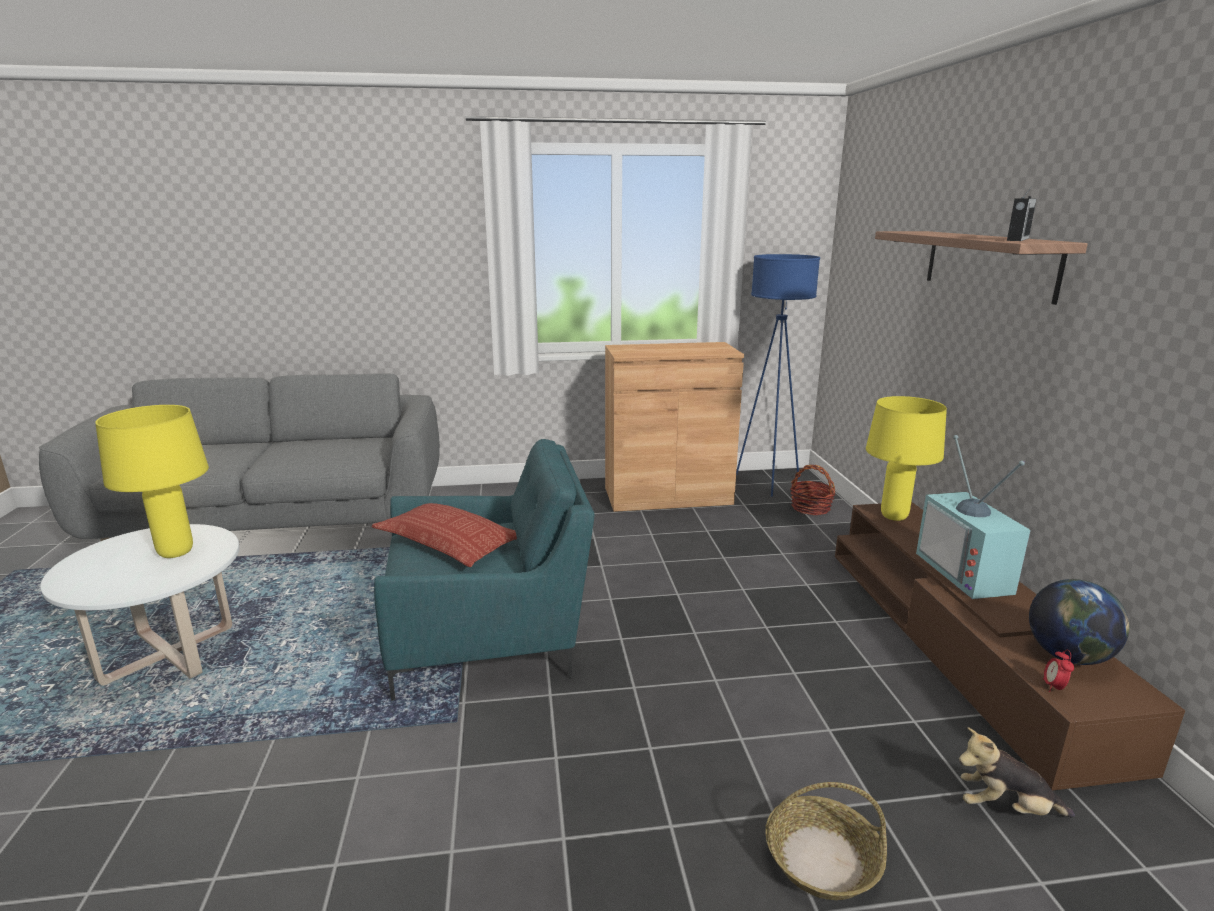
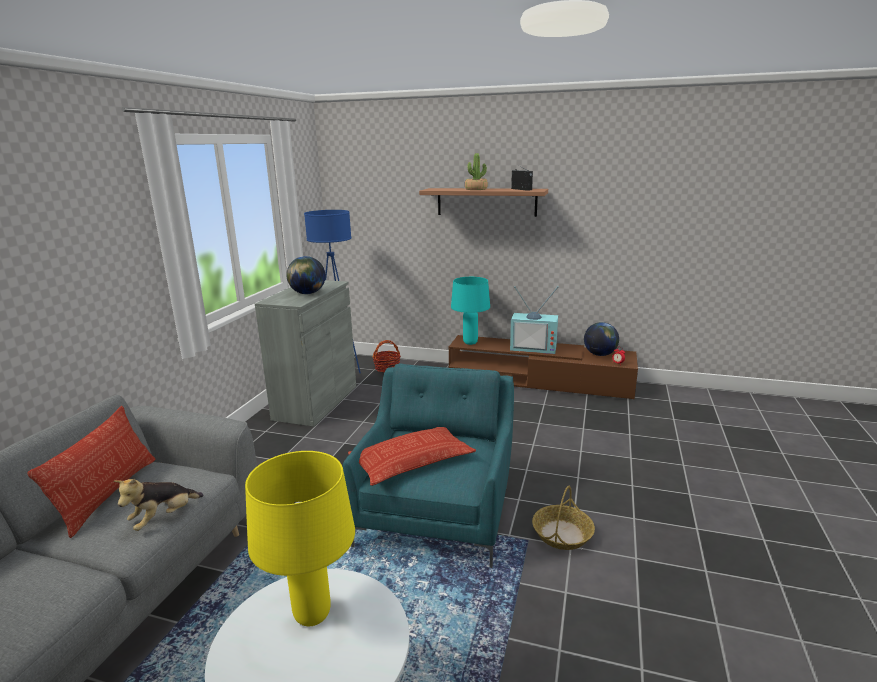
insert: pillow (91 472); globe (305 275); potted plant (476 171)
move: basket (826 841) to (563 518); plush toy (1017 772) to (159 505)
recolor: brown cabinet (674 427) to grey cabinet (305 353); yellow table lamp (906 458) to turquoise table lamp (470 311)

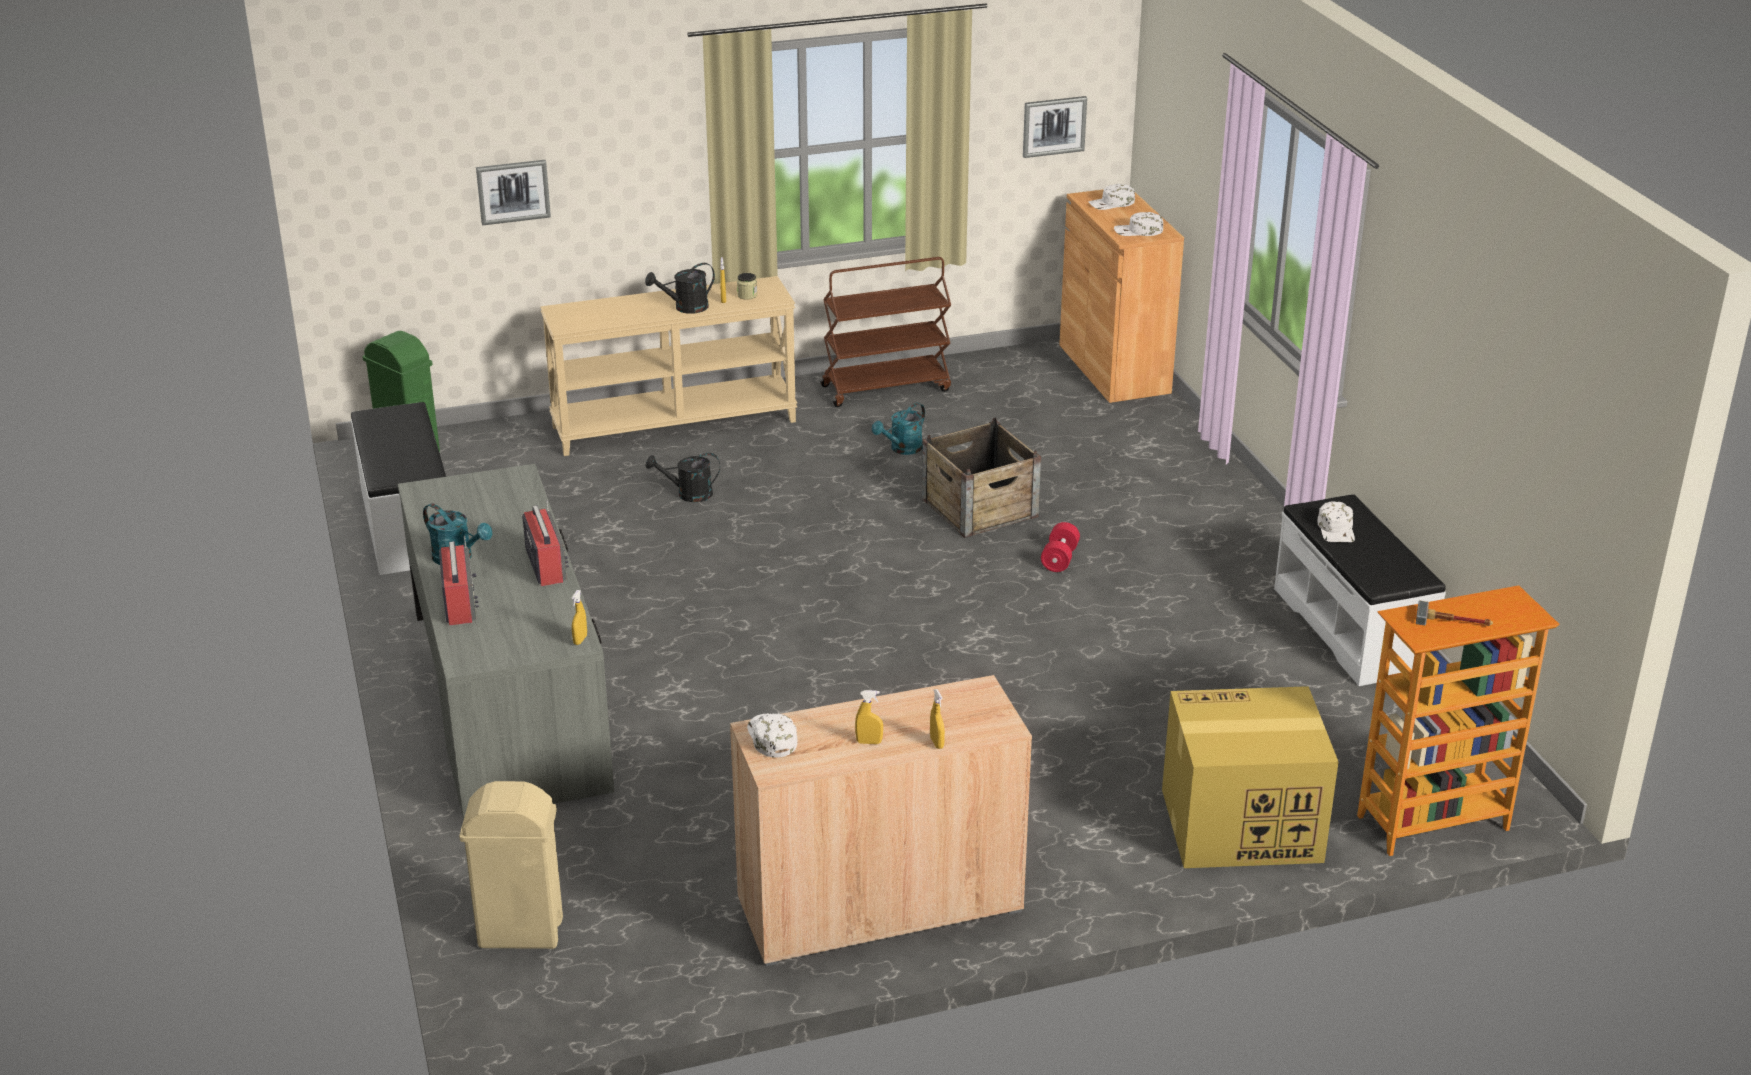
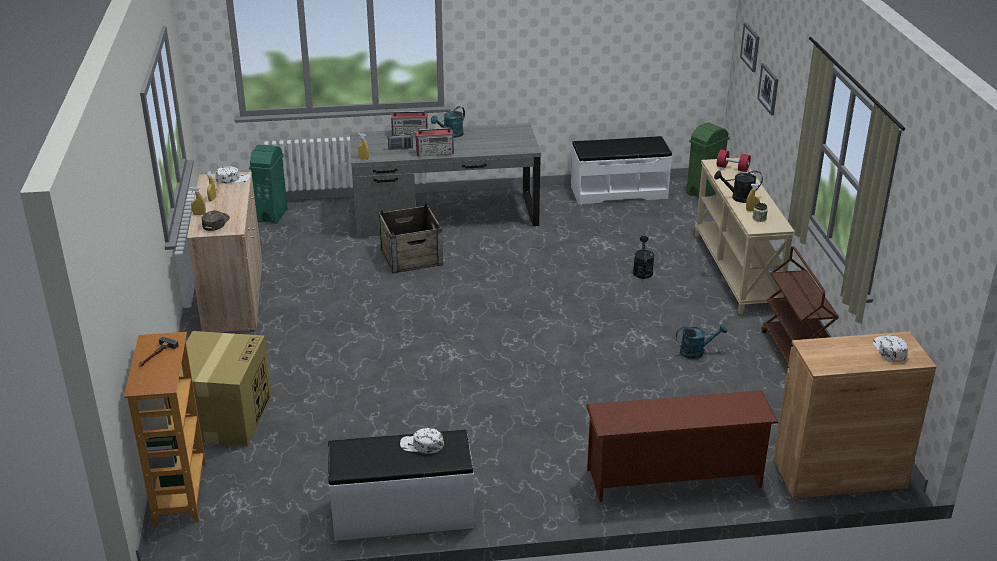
delete: white cap (1138 224)
insert: green cap (216 220); radio (400 141); brown shoe rack (682 446)
move: crate (981 478) to (410 238); picture (1055 127) to (750 47); red dumbbell (1060 547) to (734 161)
recolor: beige trash can (511 865) to green trash can (268 184)
rotate: black watering can (680 288) = (738 187) 75 degrees counterclockwise; turquoise watering can (898 429) = (701 341) 120 degrees clockwise

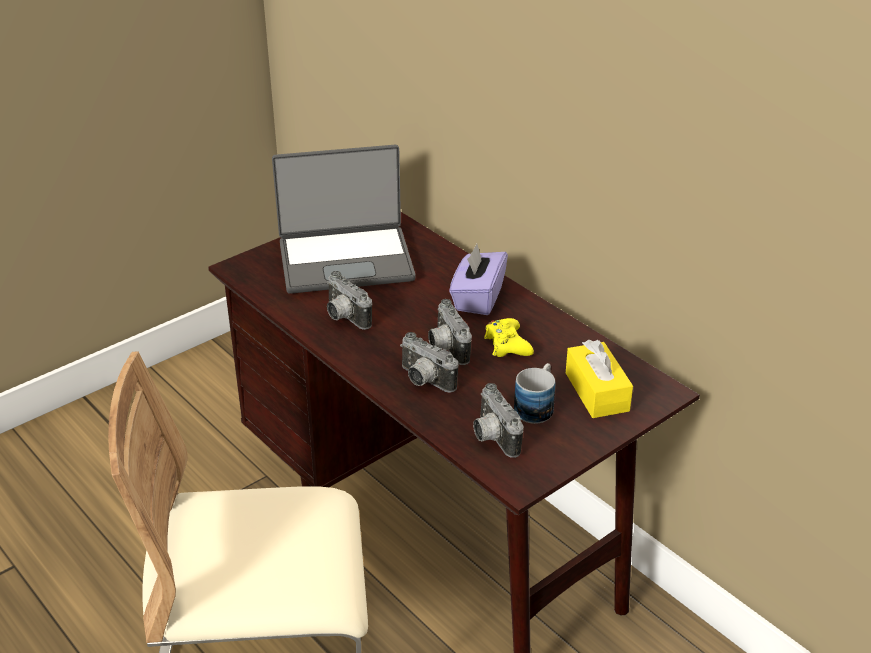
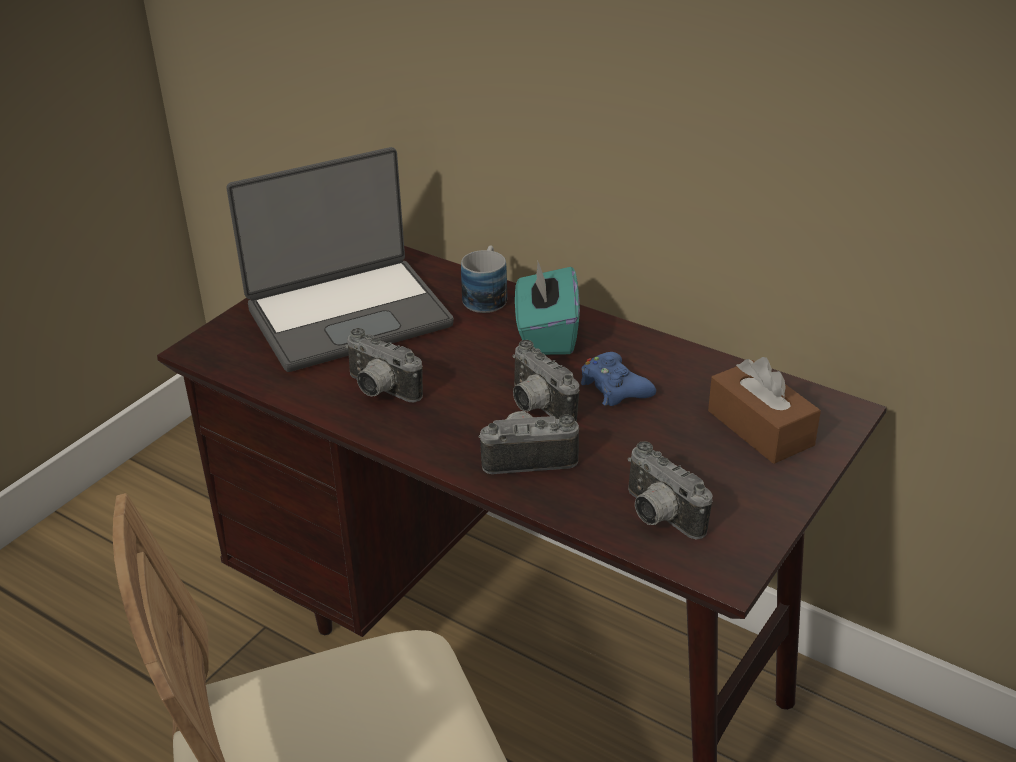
move: mug (534 393) to (484 279)
recolor: purple tissue box (478 279) to turquoise tissue box (547 308); yellow game controller (509 337) to blue game controller (618 379); yellow tissue box (599 379) to brown tissue box (764 410)
rotate: photo camera (429 362) = (529 442) 150 degrees clockwise

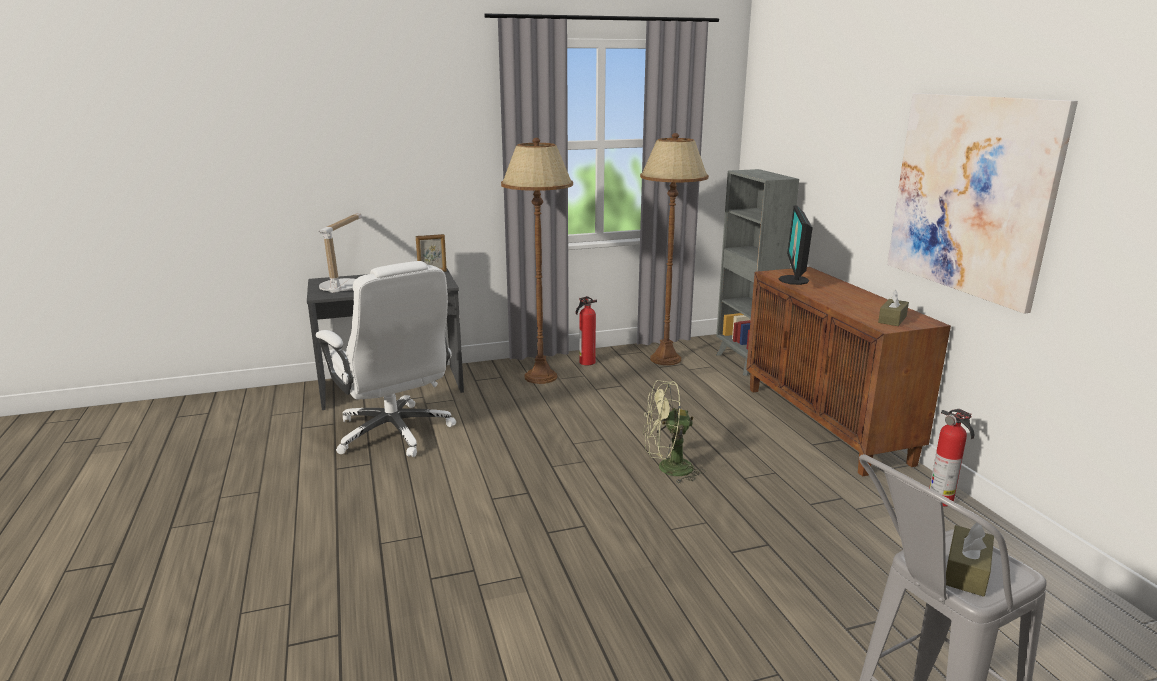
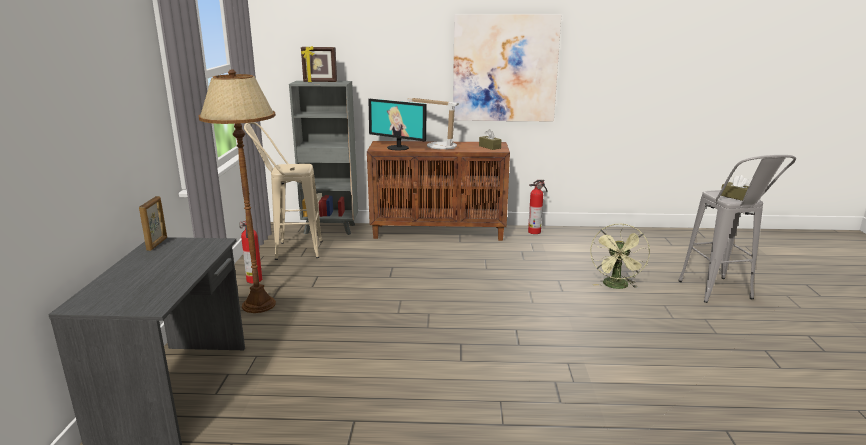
delete: white office chair (386 359)
insert: picture frame (319 64)
move: table lamp (340 253) to (433 123); green fan (674 432) to (620 256)
replace: brown floor lamp (674 249) to beige stool (283 191)

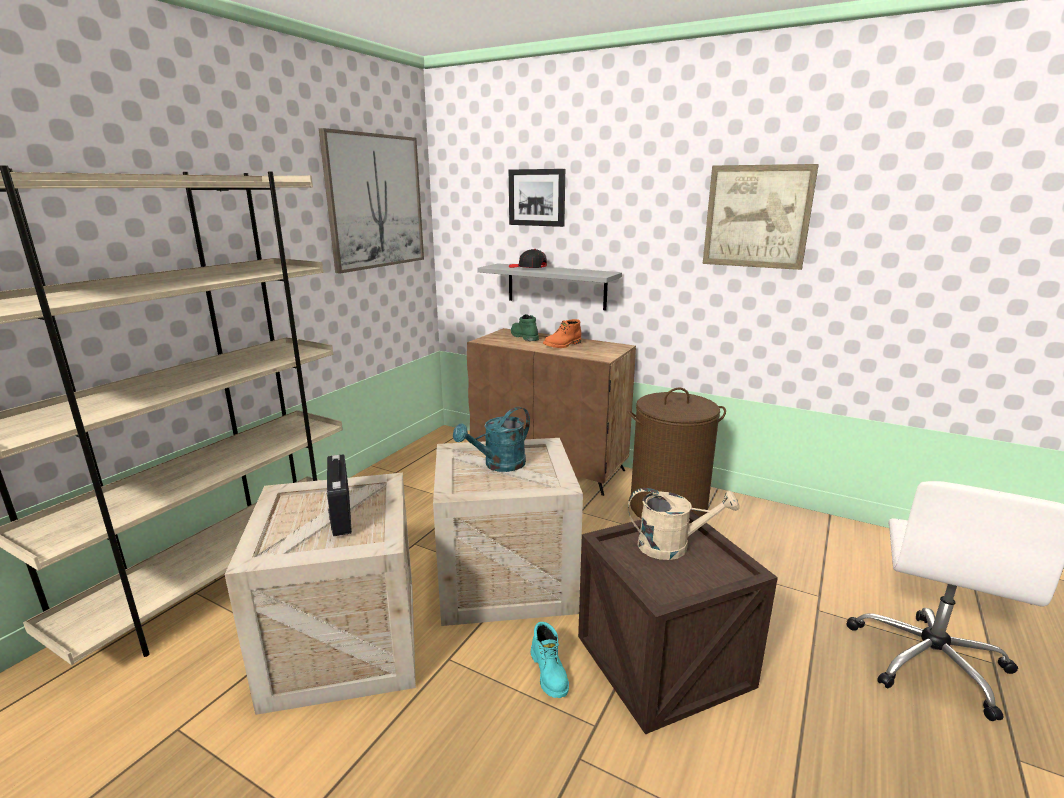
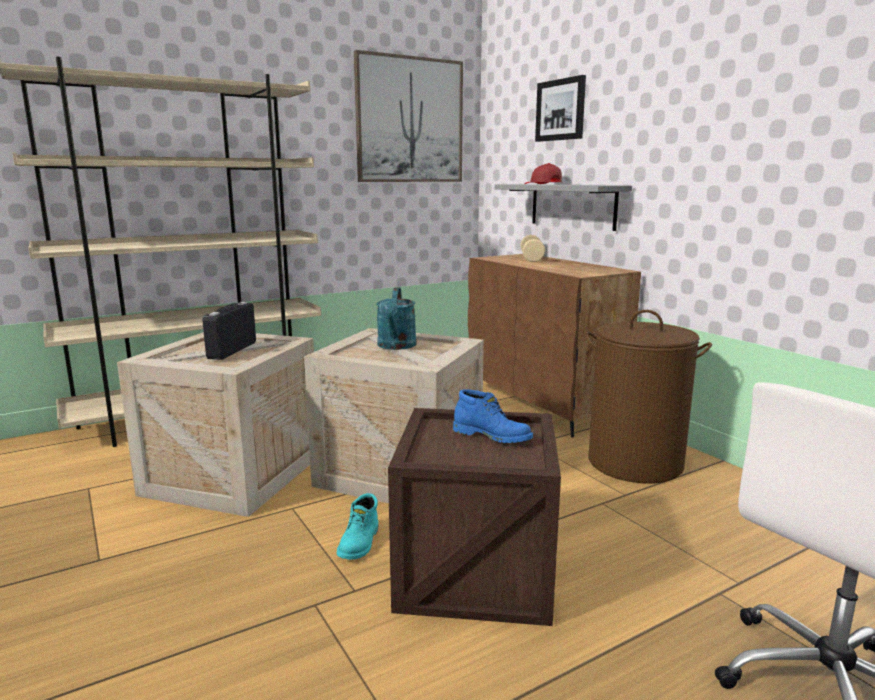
delete: orange boot (562 333); picture (761 217)
replace: green boot (525 327) to beige dumbbell (532 248); beige watering can (684 524) to blue boot (493 416)
recolor: black cap (528 258) to red cap (543 173)
rotate: turquoise watering can (491 439) = (396 318) 75 degrees counterclockwise

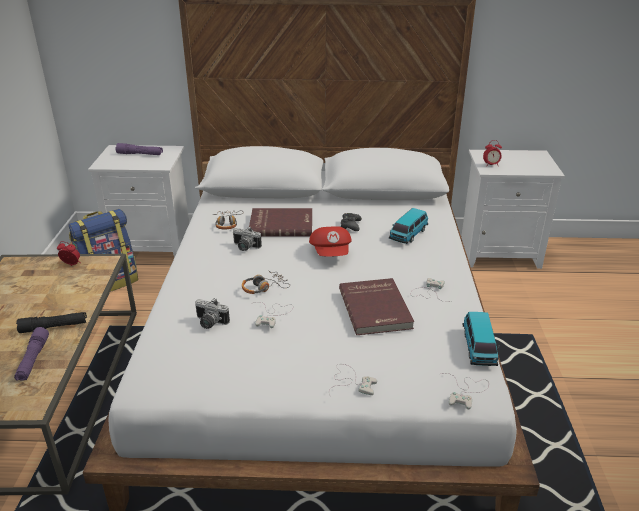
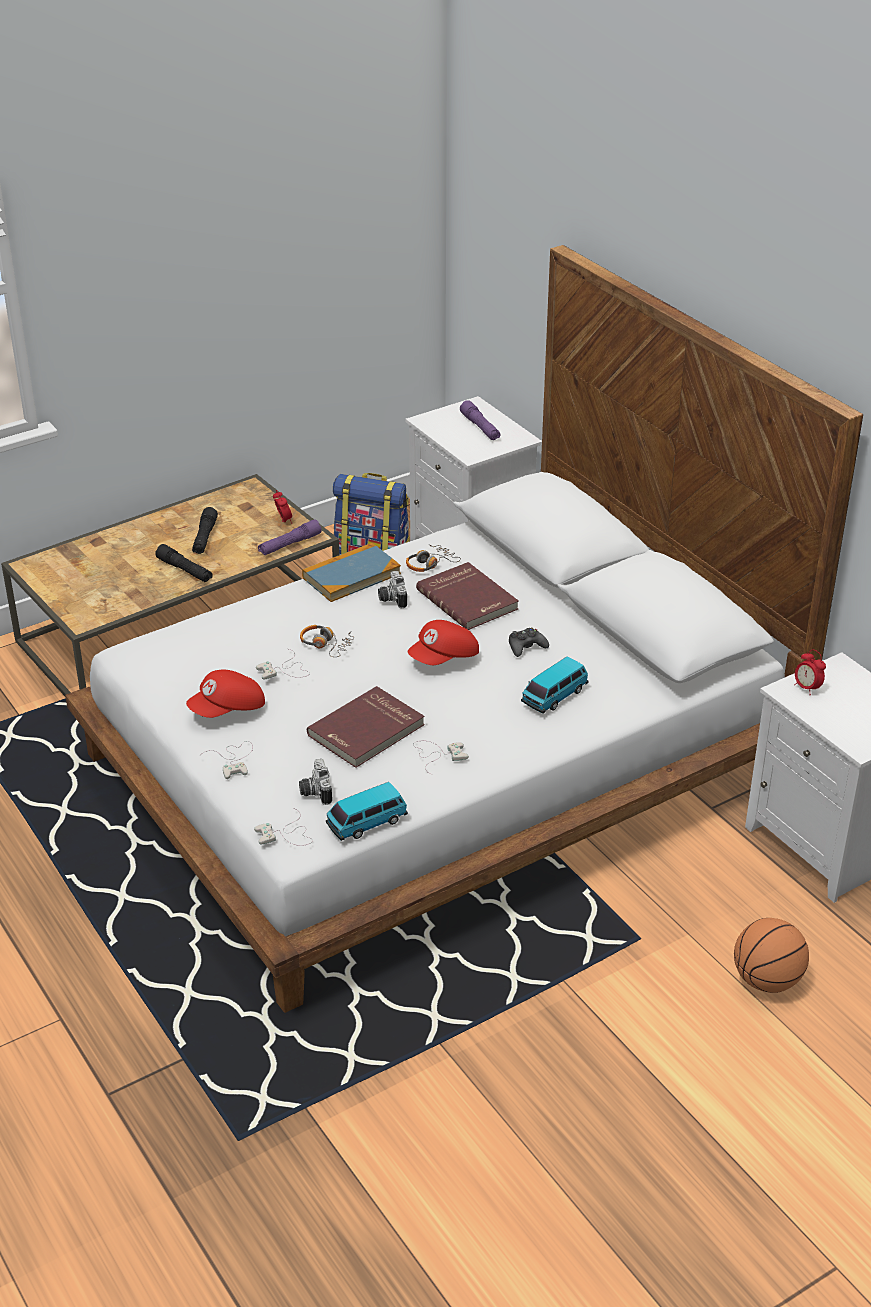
insert: red cap (225 694); black flashlight (205 530); book (351 572); basketball (771 955)
move: purple flashlight (31 354) to (289 537); photo camera (212 313) to (315 782)
rotate: toy car (408 226) = (555 685) 45 degrees counterclockwise

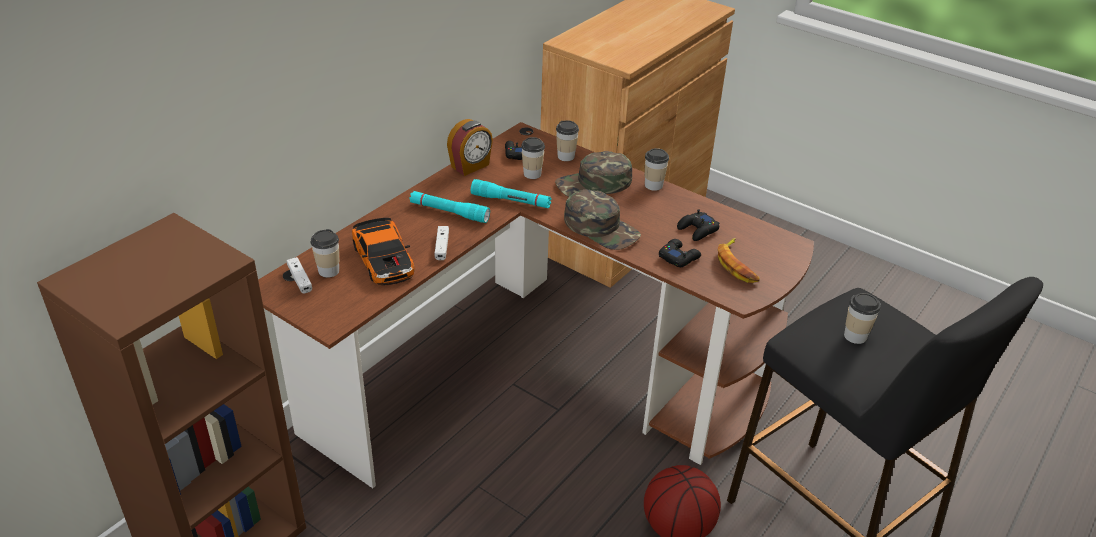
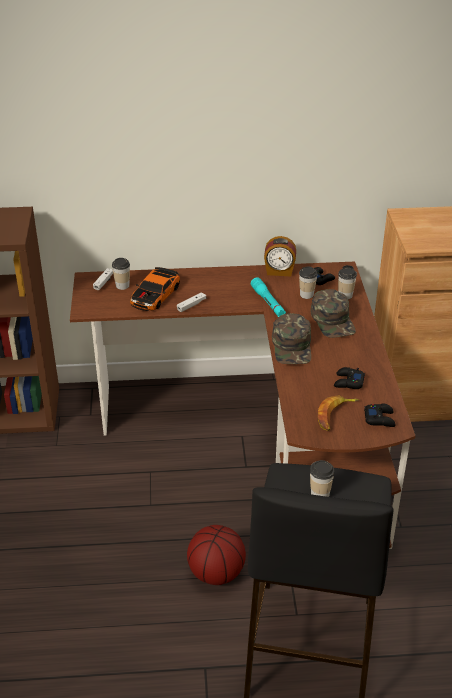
delete: turquoise flashlight (449 207); cup (657 169)
move: black game controller (680 253) to (380 415)
rotate: green cap (593 174) = (333 313) 135 degrees counterclockwise

